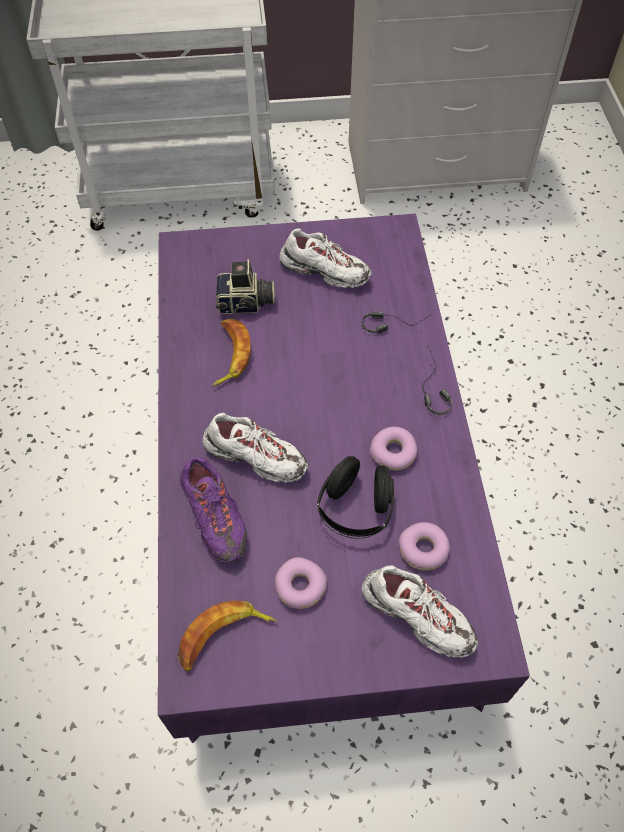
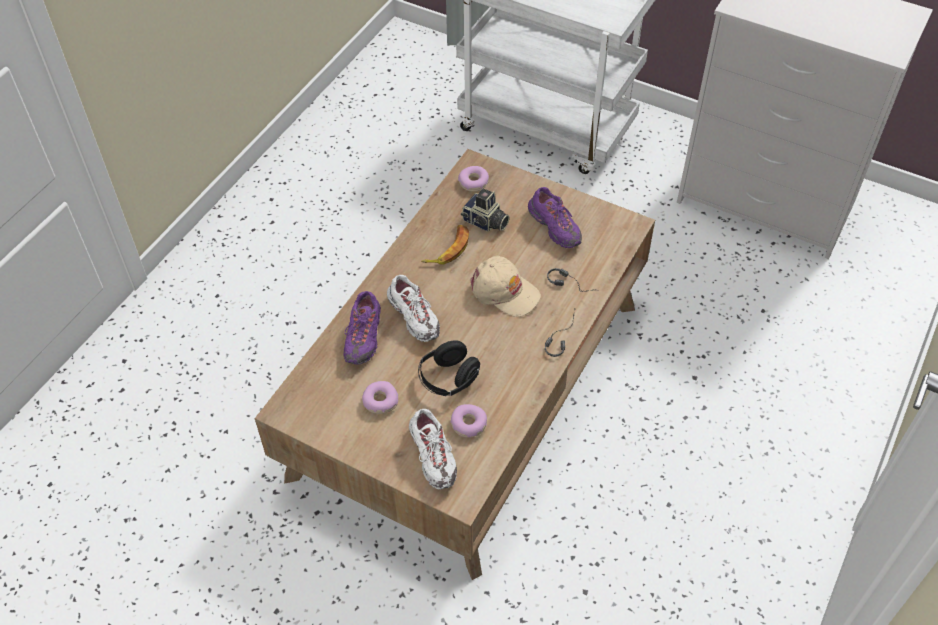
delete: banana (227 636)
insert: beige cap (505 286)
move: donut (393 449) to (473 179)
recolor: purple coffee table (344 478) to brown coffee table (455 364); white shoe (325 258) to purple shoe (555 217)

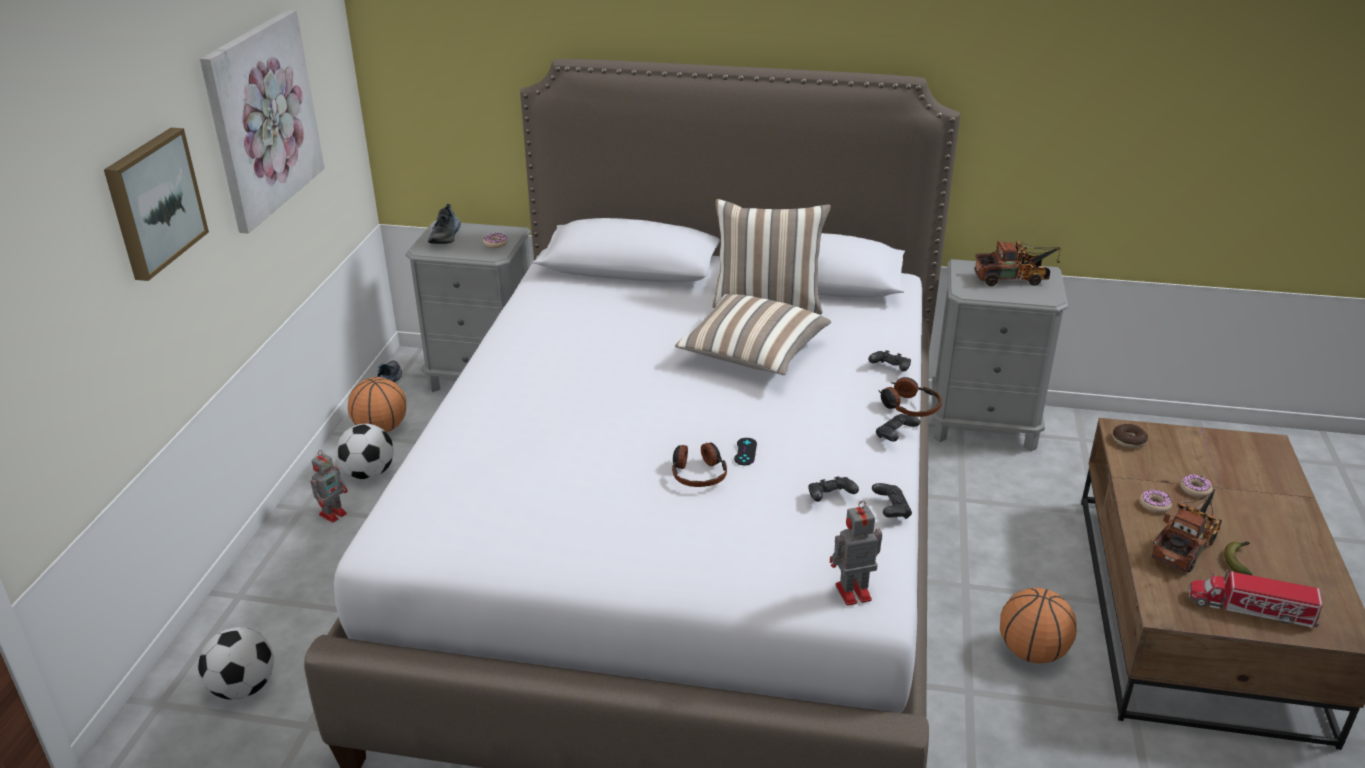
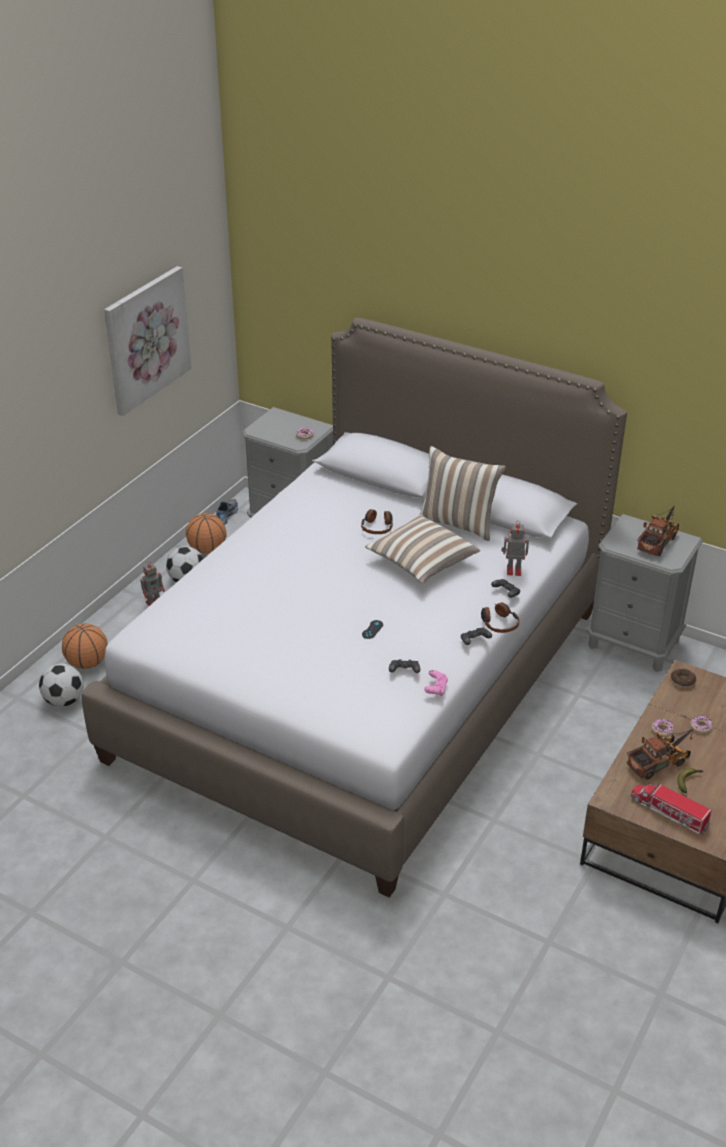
delete: picture (156 204); shoe (444 224)
move: headphones (699 464) to (377 521); toy robot (856 553) to (515 548); basketball (1038 626) to (84 646)
recolor: black game controller (892 501) to pink game controller (436 683)
rotate: toy truck (1017 263) = (658 531) 75 degrees counterclockwise

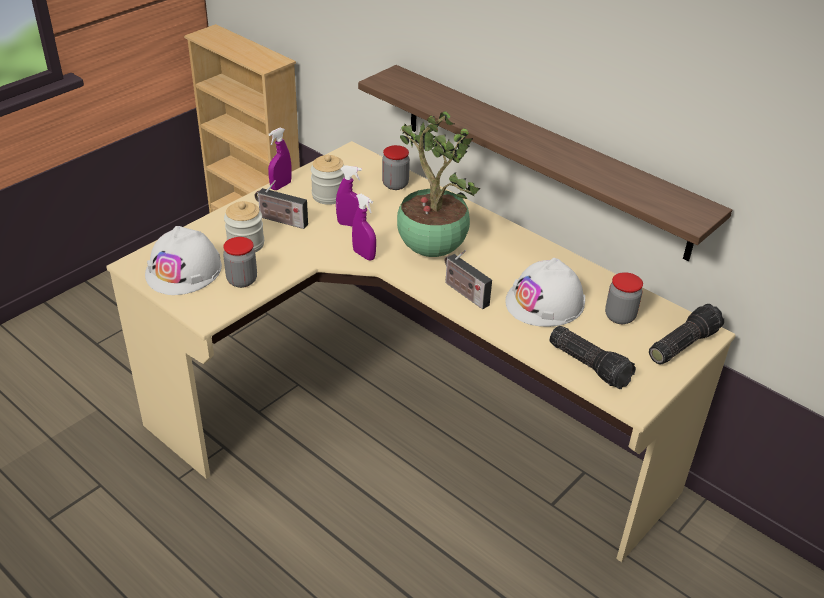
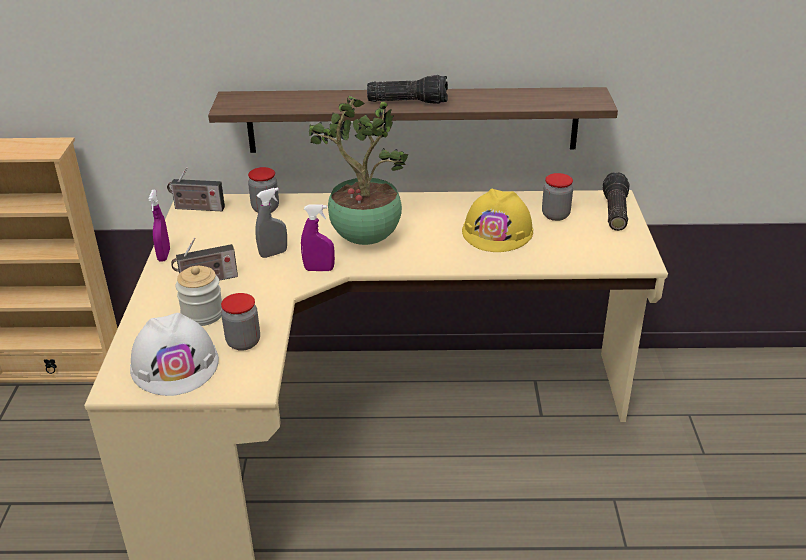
delete: jar (328 180)
move: radio (468 279) to (196 189); flashlight (592 357) to (407 89)
recolor: purple spray bottle (349 195) to grey spray bottle (271 222); white hard hat (545 292) to yellow hard hat (497 220)

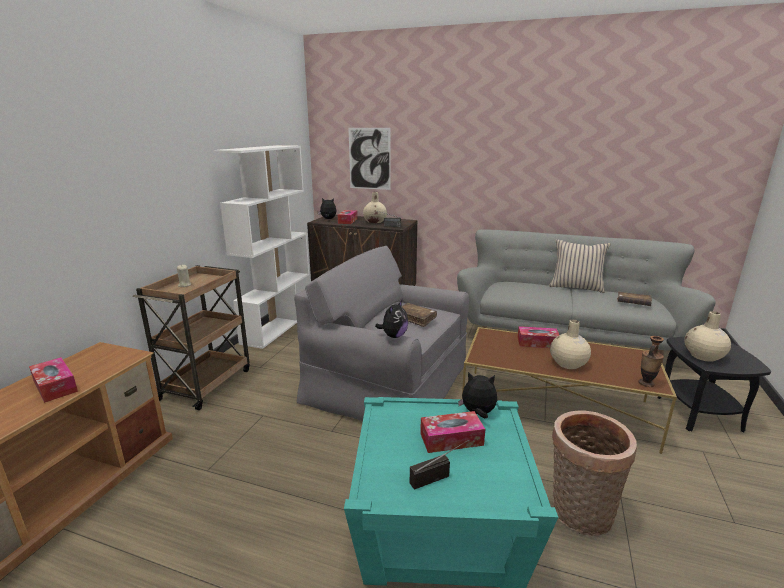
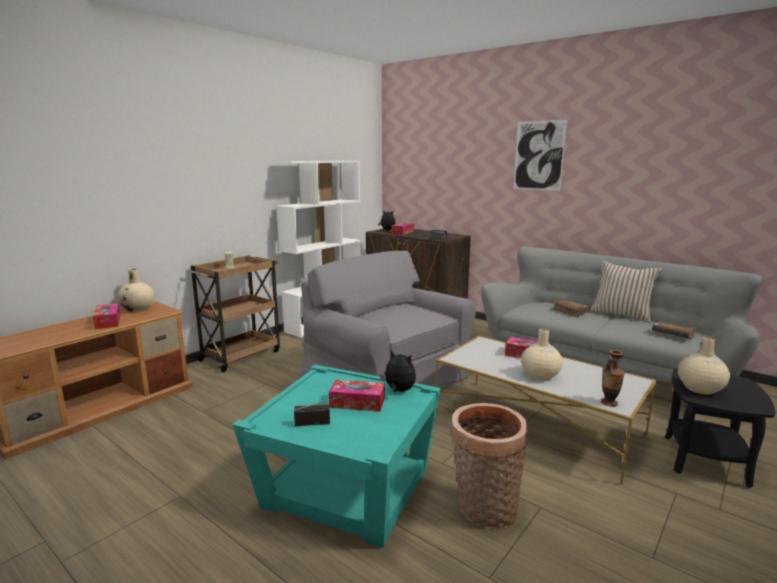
delete: plush toy (391 319)
move: picture (369 159) to (540 155); beige vase (375 207) to (136 290); brown book (419 315) to (571 308)
recolor: brown coffee table (569 390) to white coffee table (546 410)

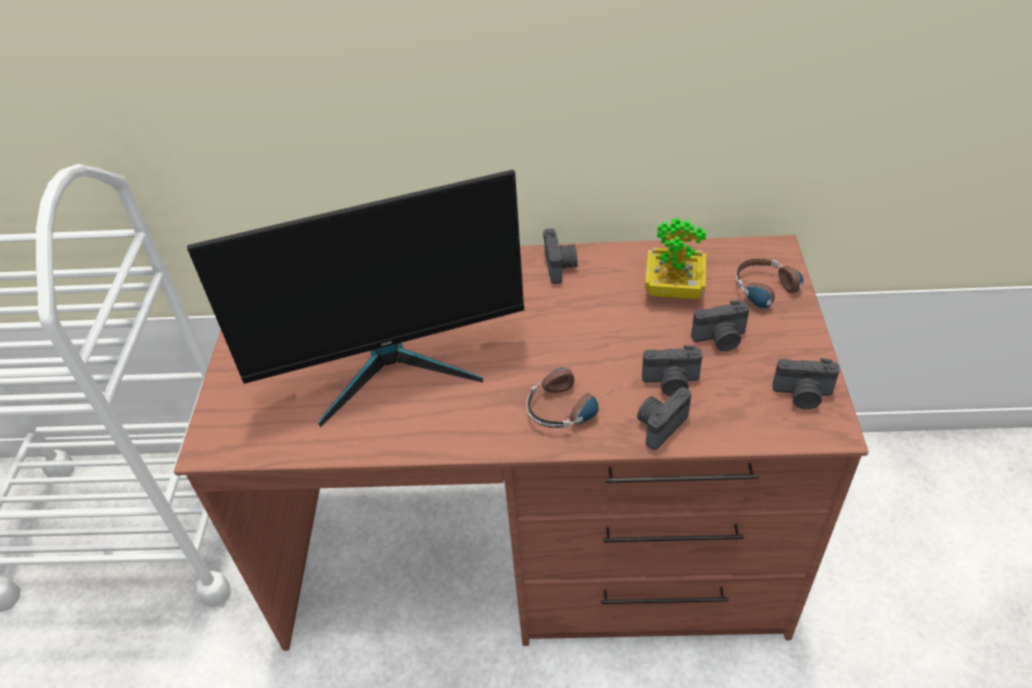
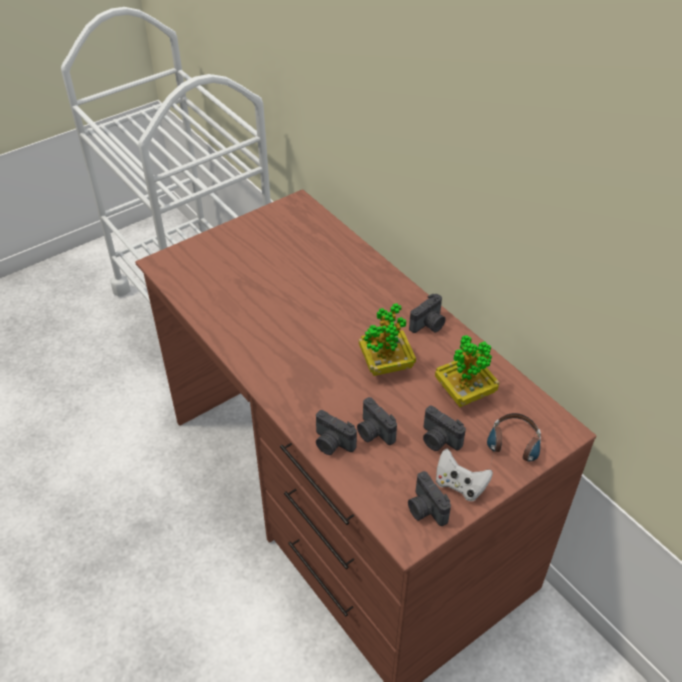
delete: monitor (355 298); headphones (573 398)
insert: potted plant (387 339); white game controller (464 475)
rotate: photo camera (664 418) = (336 432) 150 degrees counterclockwise

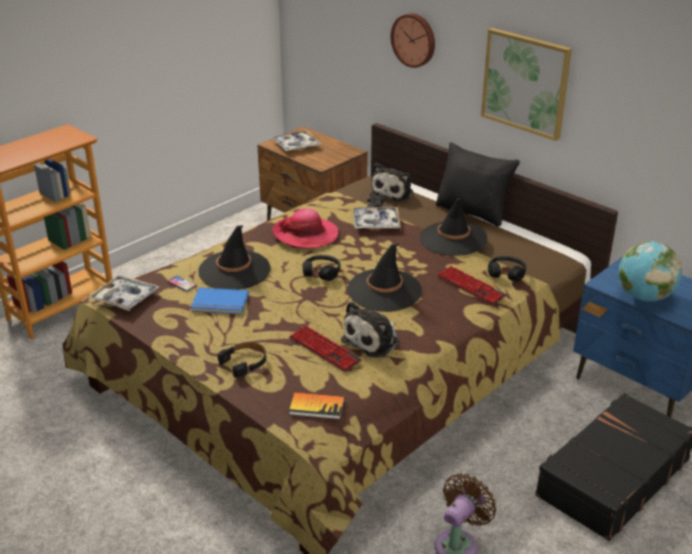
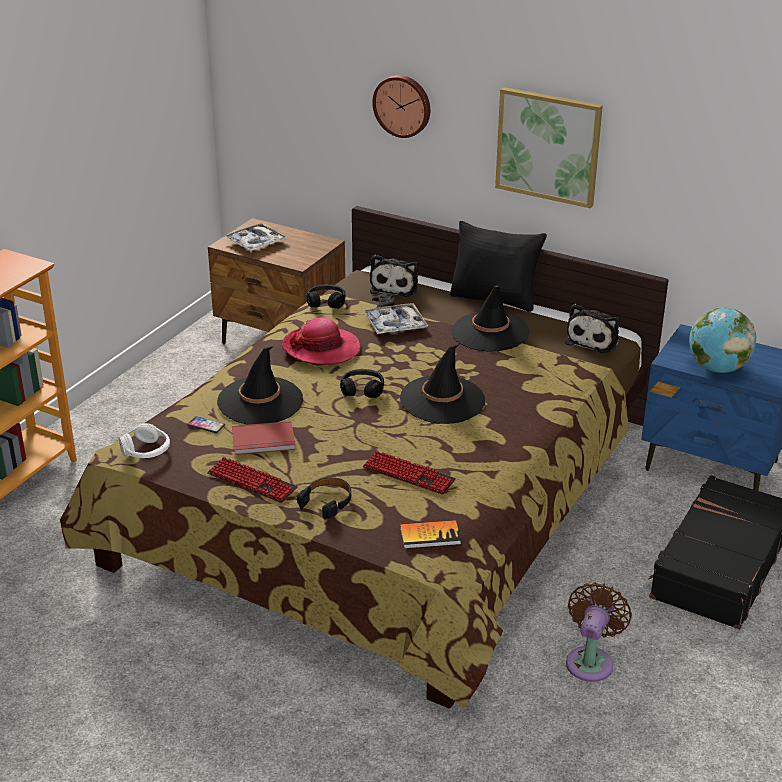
move: plush toy (370 329) to (592 328); keyboard (472 285) to (252 480); black headphones (507 269) to (326 296)
replace: tray (123 293) to white headphones (144 440)
recolor: blue book (220 301) to red book (264 438)

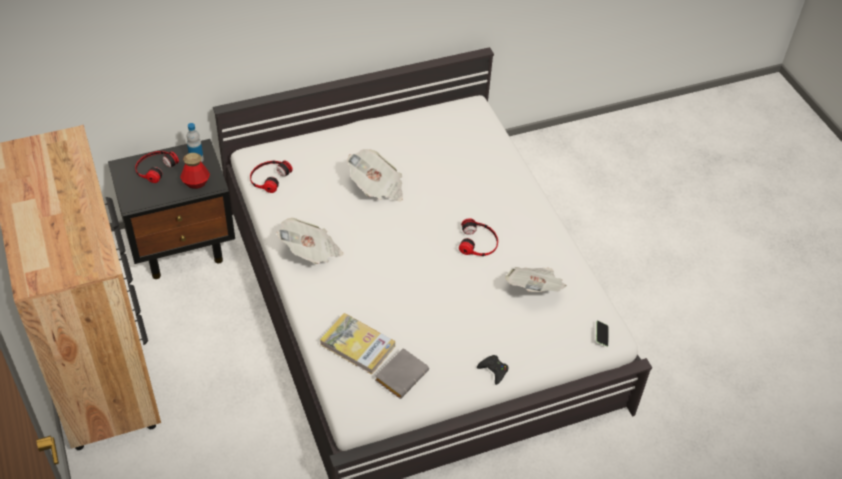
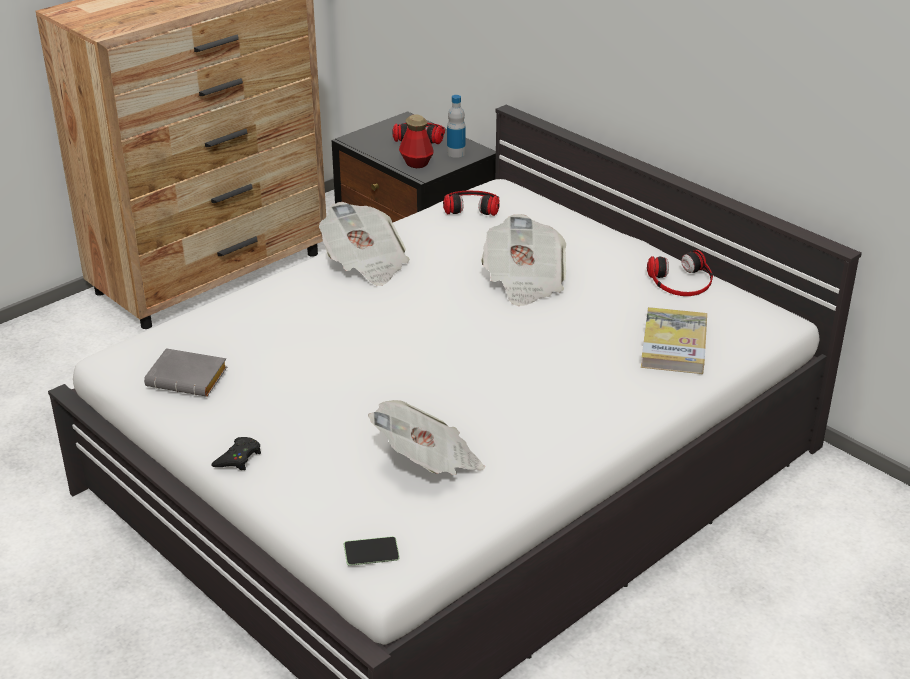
move: book (357 344) to (674 340); headphones (478 237) to (680 273)

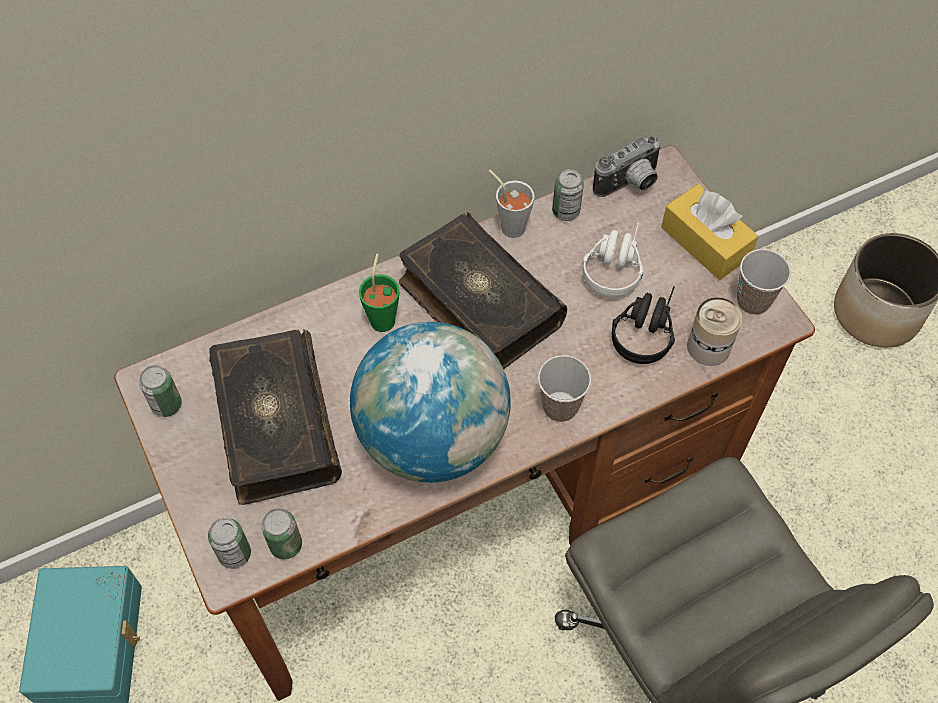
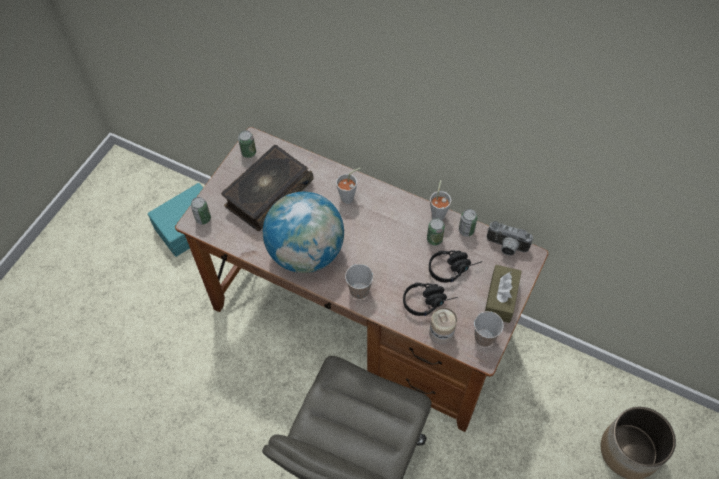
delete: book (483 290)
move: can (281 534) to (436 232)
recolor: green cup (379 292) to grey cup (348 186); white headphones (613 260) to black headphones (455 266); yellow tissue box (709 232) to brown tissue box (503 294)

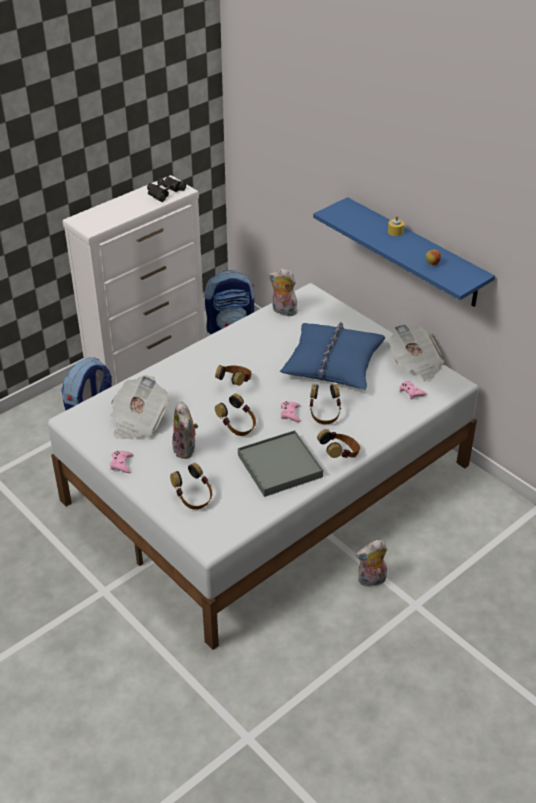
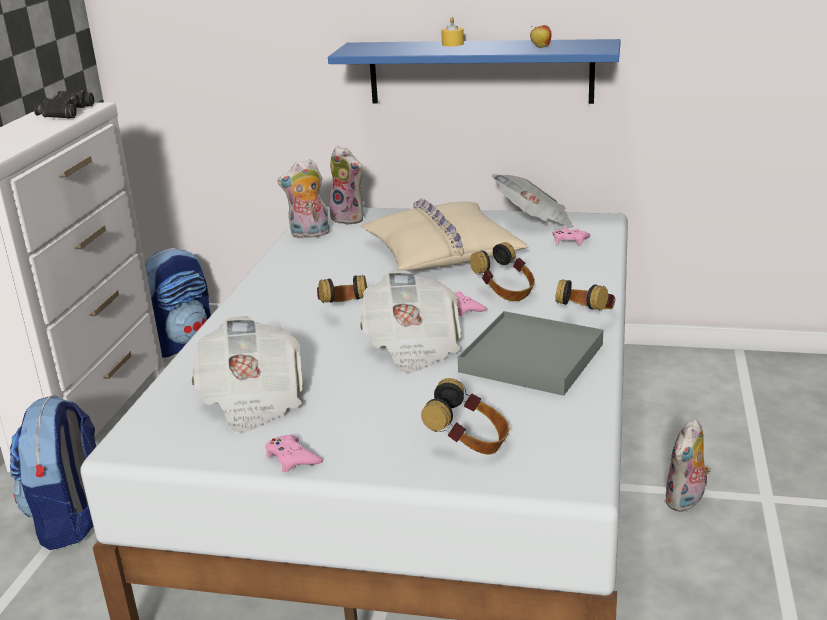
move: plush toy (185 430) to (347 185)
replace: headphones (235 415) to newspaper (410 321)
recolor: blue pillow (332 356) to beige pillow (444 234)

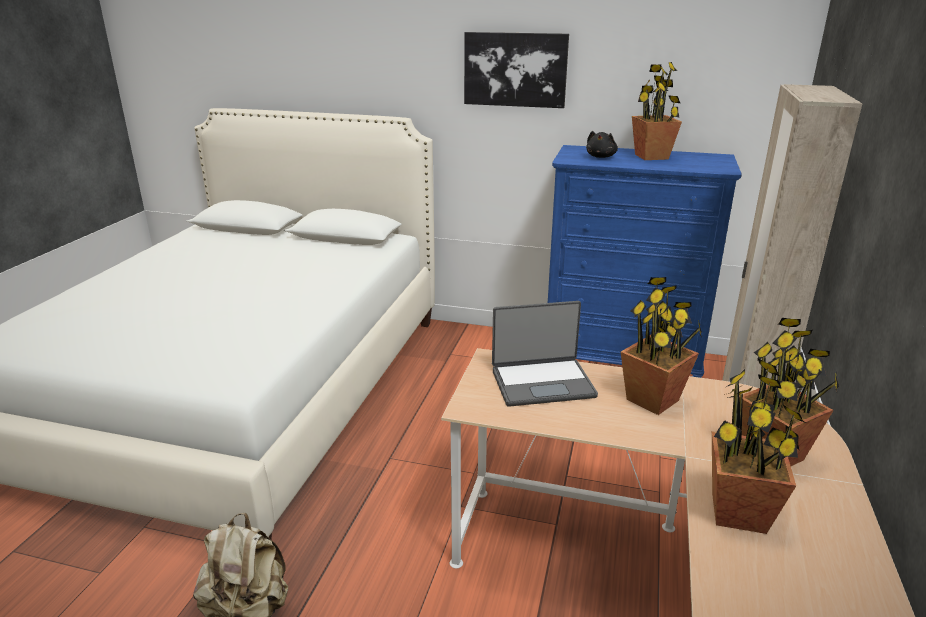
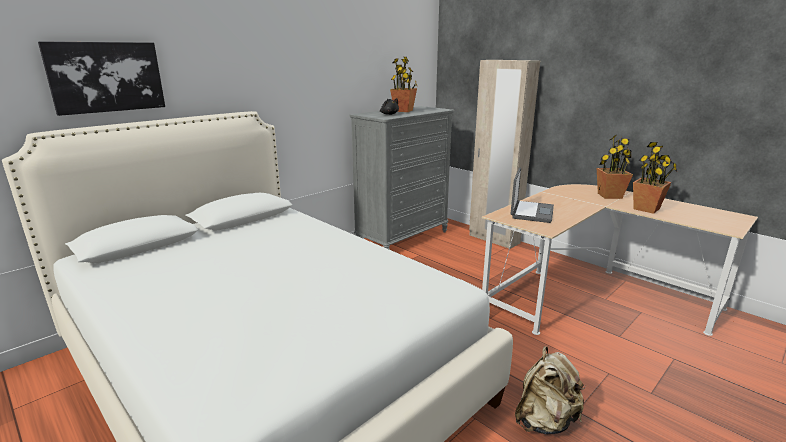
delete: potted plant (661 346)
move: picture (516 70) to (101 78)
recolor: blue dresser (645 261) to grey dresser (402 177)

